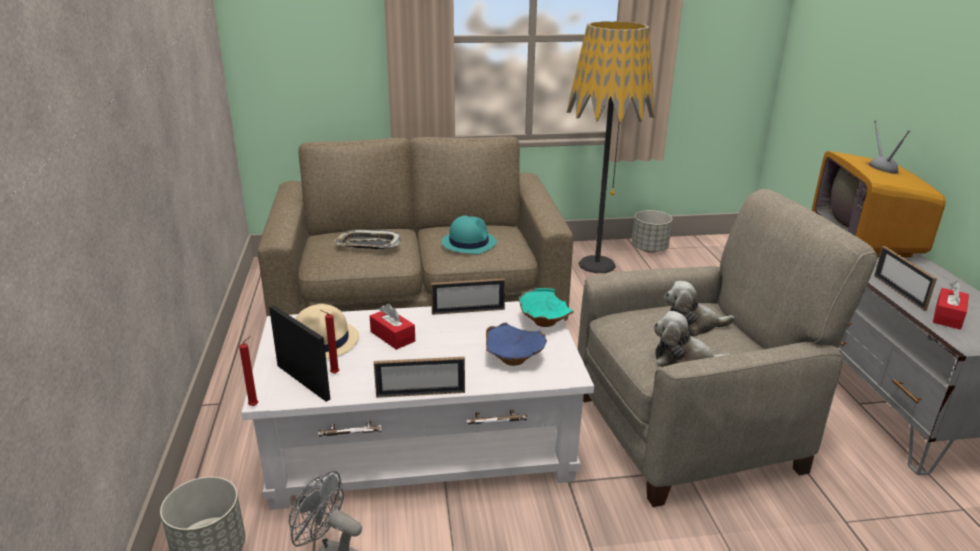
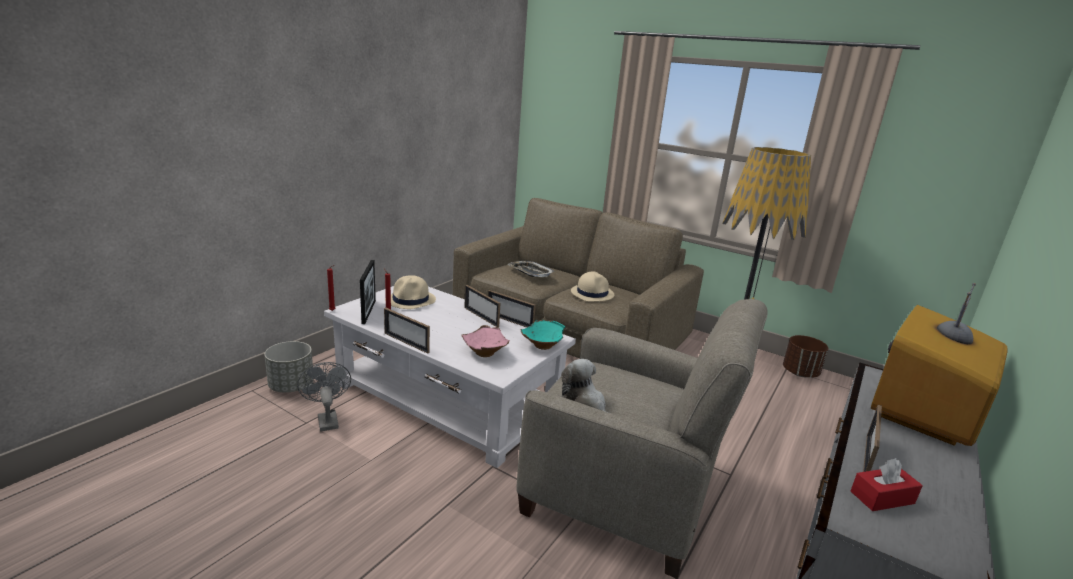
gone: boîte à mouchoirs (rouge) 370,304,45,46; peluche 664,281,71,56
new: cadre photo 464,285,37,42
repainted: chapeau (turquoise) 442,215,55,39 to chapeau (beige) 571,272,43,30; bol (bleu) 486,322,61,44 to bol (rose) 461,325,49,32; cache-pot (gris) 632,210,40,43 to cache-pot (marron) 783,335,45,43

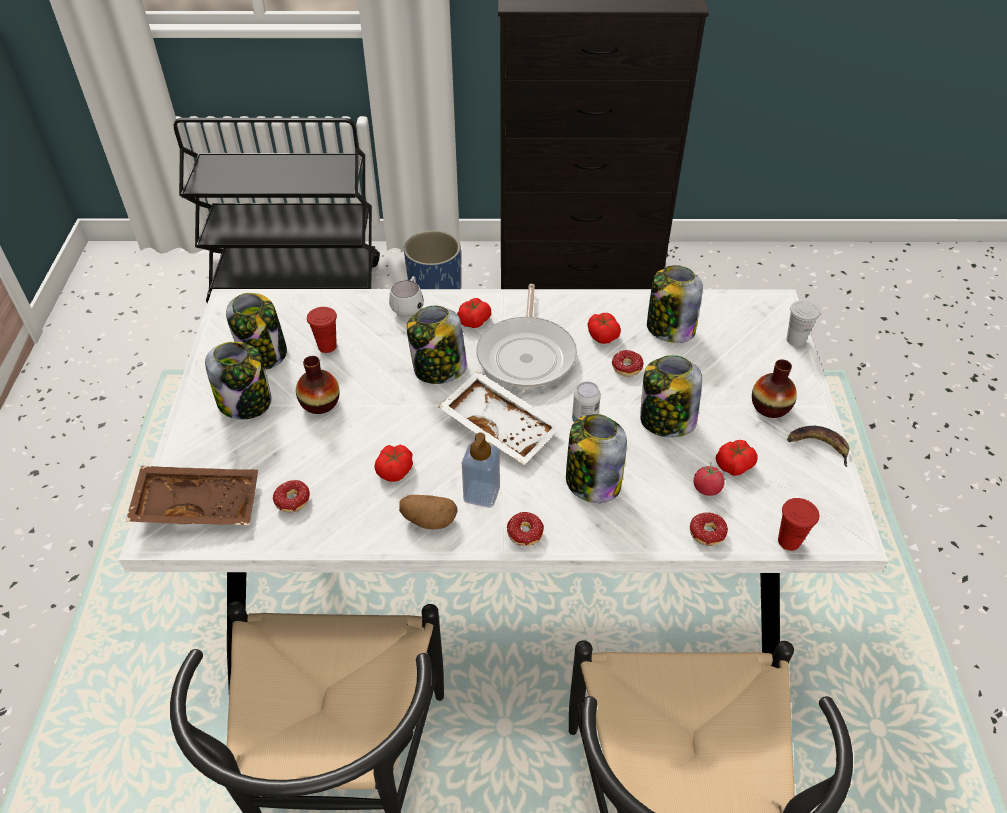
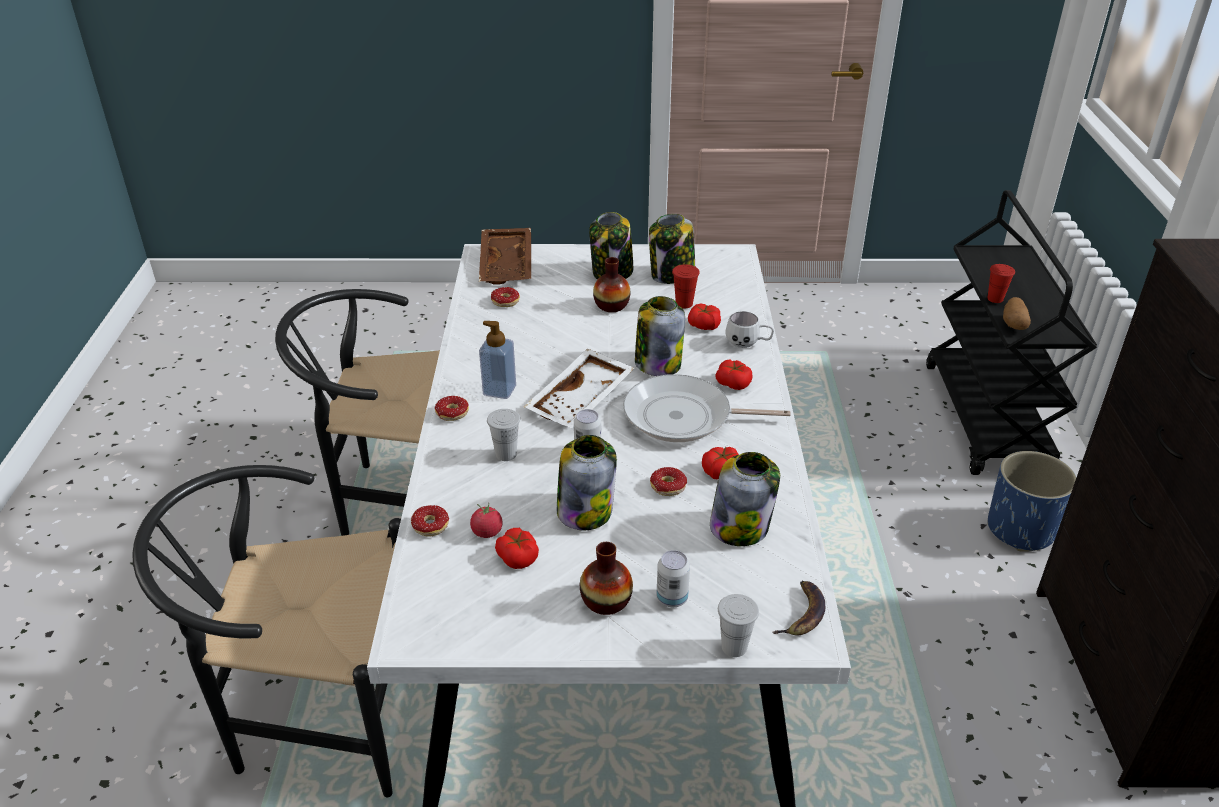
new: boîte métallique 656,550,34,57
shifted: tomate 374,445,39,37 to 688,304,33,26; pomme de terre 399,495,59,34 to 1003,297,28,33; tasse (rouge) 778,498,41,53 to 988,264,27,39; banane 787,426,63,41 to 772,581,53,54
swapped: bocal 566,414,61,89 to tasse (blanc) 487,409,33,52

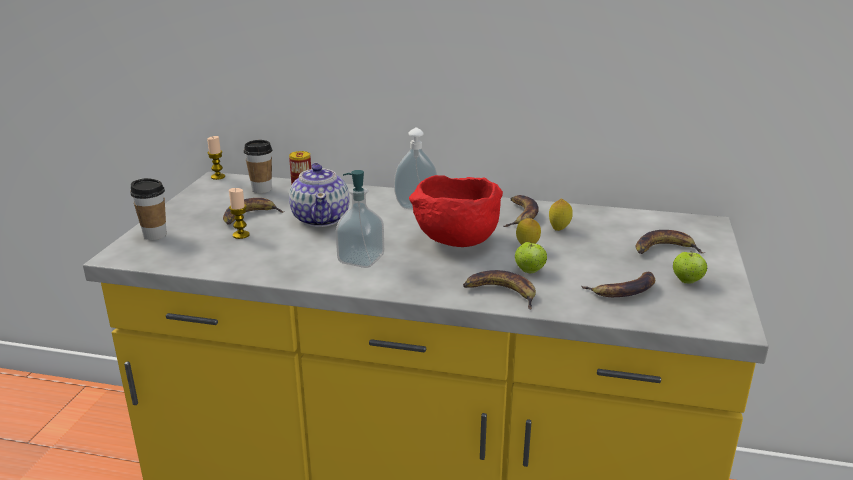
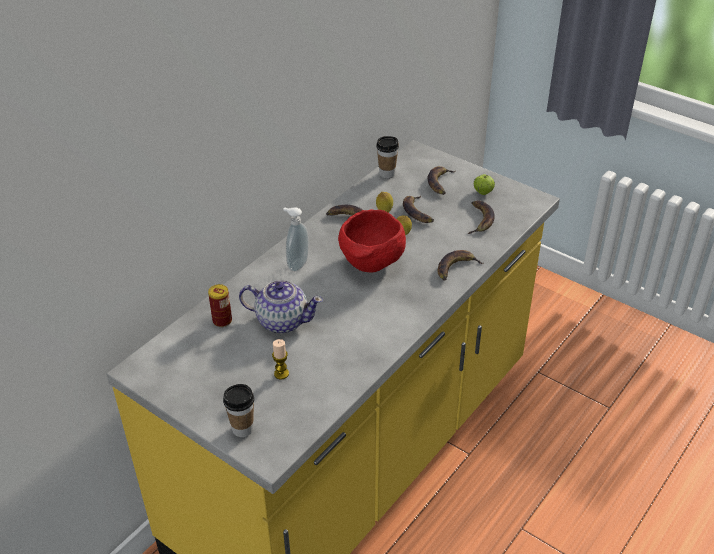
gone: bougie 207,136,18,44; distributeur de savon 335,170,49,98; pomme 515,241,32,32
shifted: banane 223,198,62,26 to 403,196,31,27; tasse 244,140,28,53 to 376,136,23,42

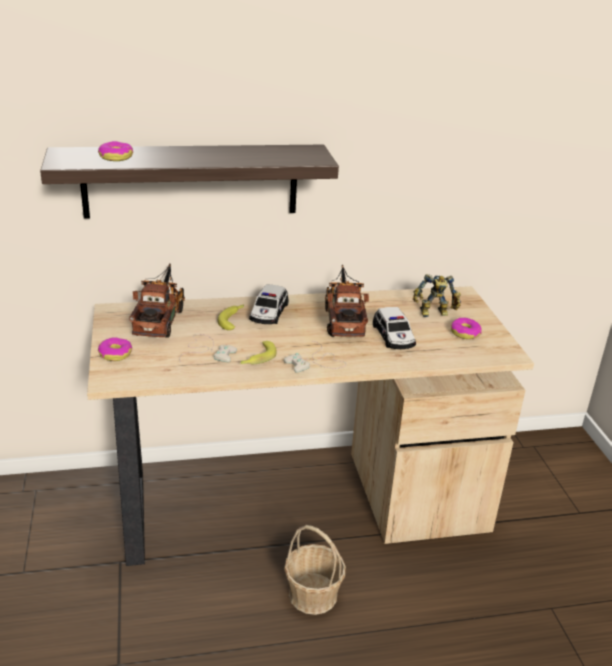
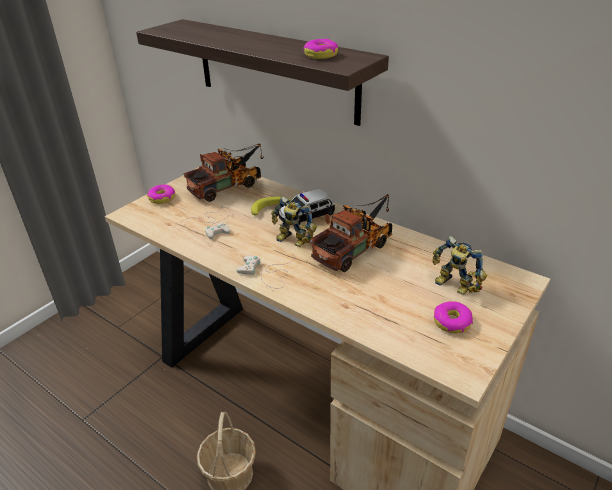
gone: banane 240,341,37,23; petite voiture 373,307,43,42
new: robot jouet 271,196,46,51
shifted: beignet 98,141,35,20 to 303,39,35,20

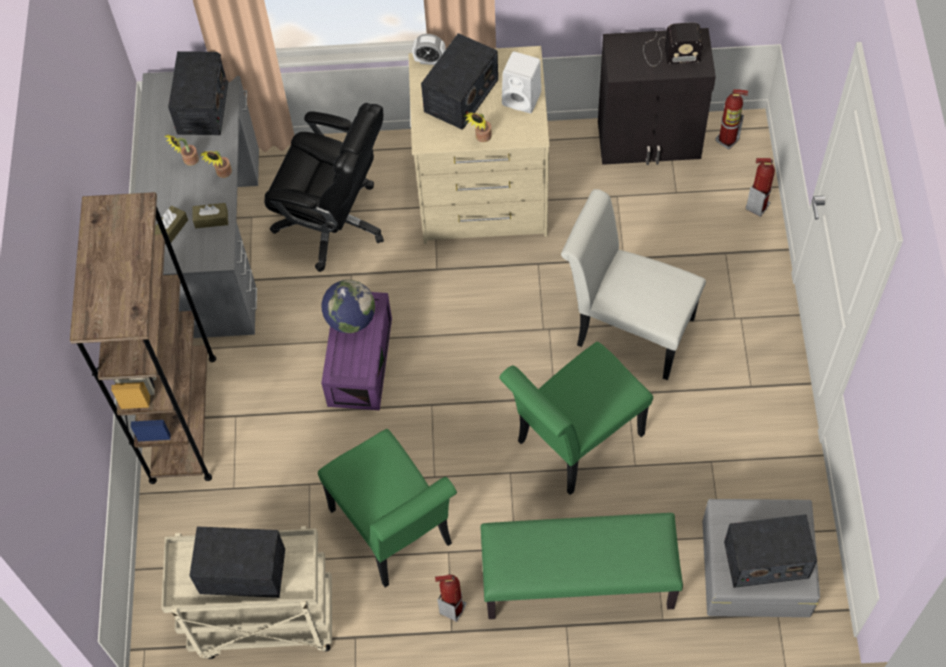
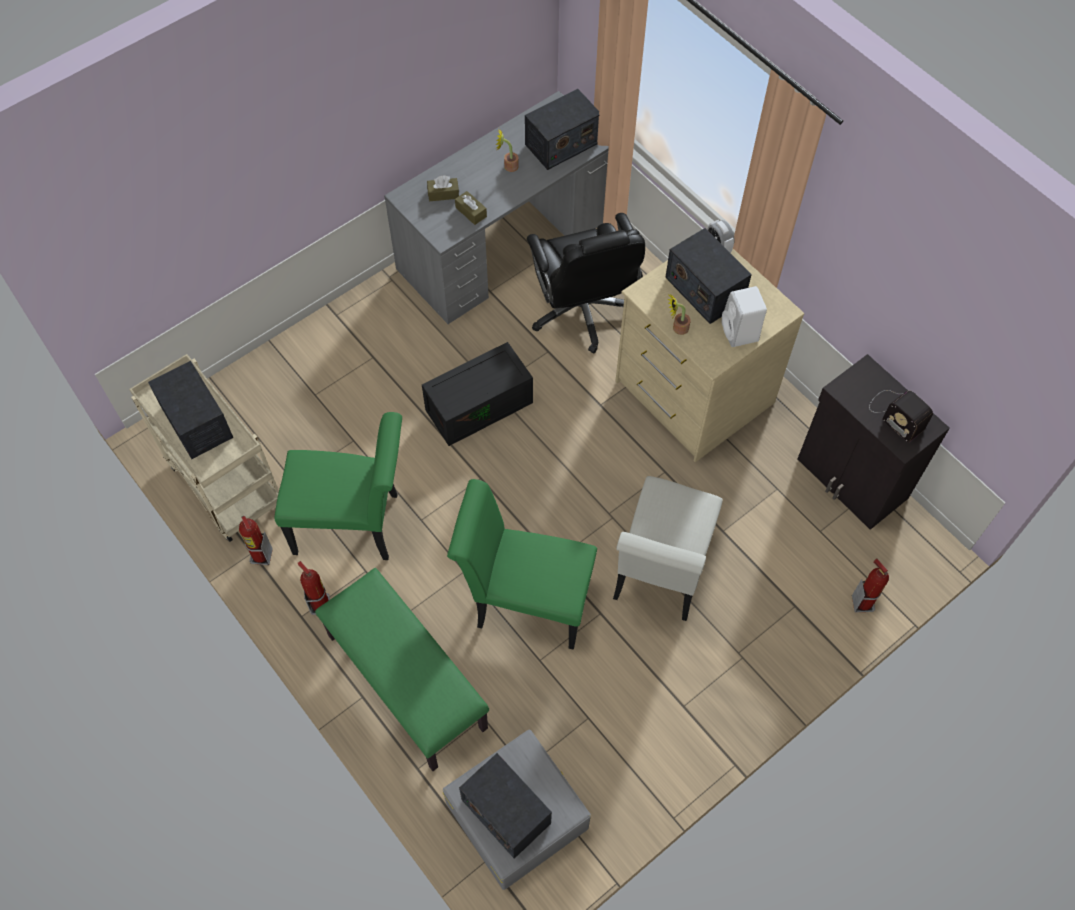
gone: bibliothèque (marron) 70,192,146,292; plante en pot 200,151,32,27; globe 322,280,53,53
shifted: extincteur 715,89,33,61 to 239,516,34,49
repainted: boîte de rangement (violet) 321,292,71,118 to boîte de rangement (noir) 422,342,111,104
rotated: chaise (vert) 318,429,139,159 = 274,412,128,148 105 degrees counterclockwise; radio 421,33,77,97 = 665,228,87,96 60 degrees clockwise; chaise (blanc) 561,189,145,191 = 613,476,110,145 150 degrees counterclockwise

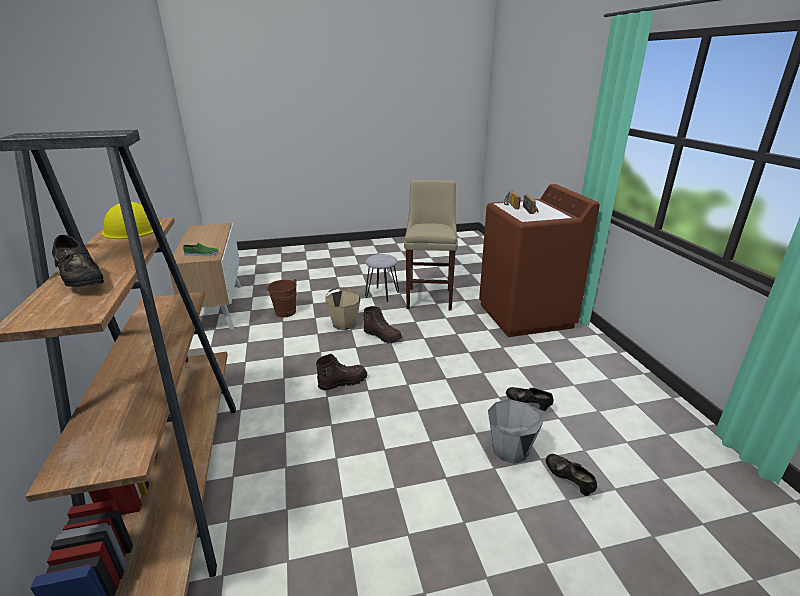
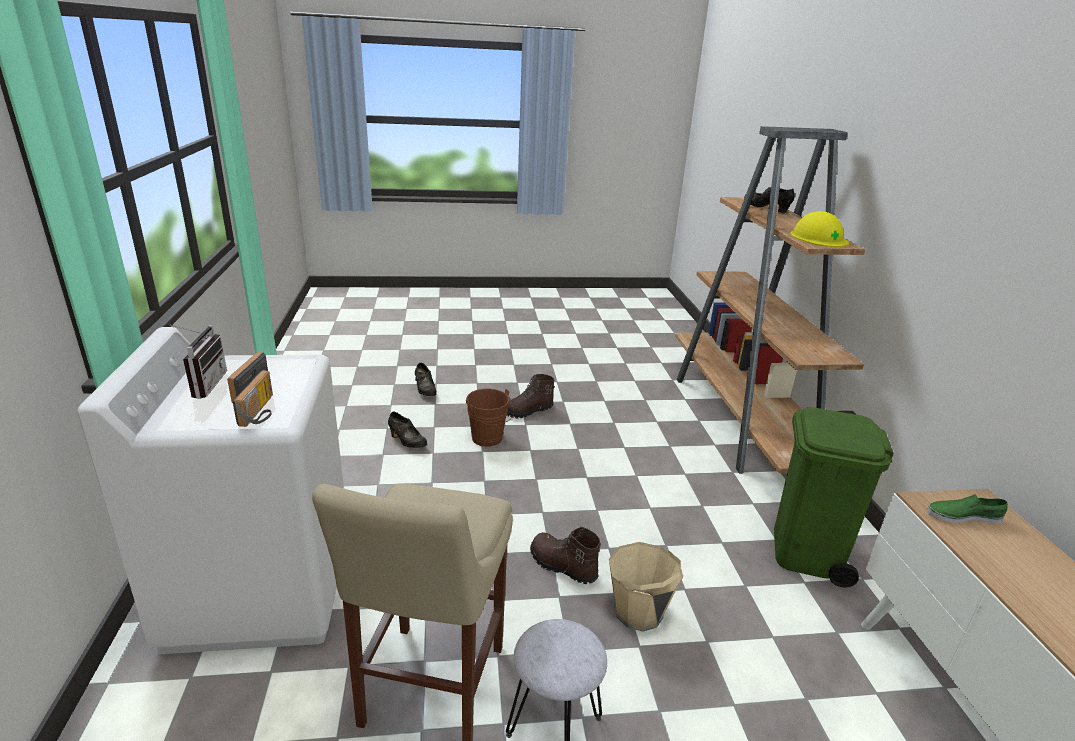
gone: seau (gris) 488,399,55,65
new: radio 170,325,57,74; poubelle (vert) 774,407,119,181
shifted: seau (marron) 266,278,31,39 to 466,388,48,59; botte (marron) 316,354,51,36 to 507,374,48,45
repainted: lave-linge (marron) 479,184,121,153 to lave-linge (blanc) 77,327,267,327

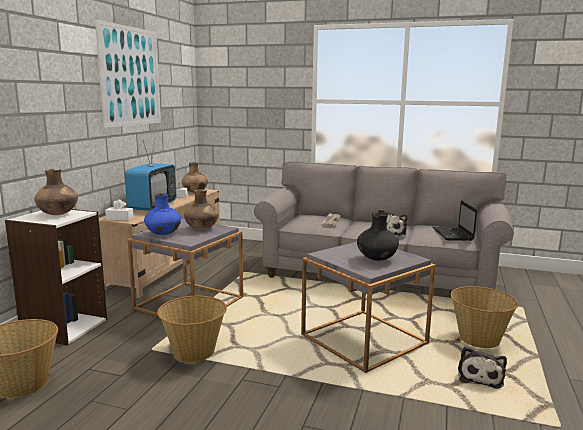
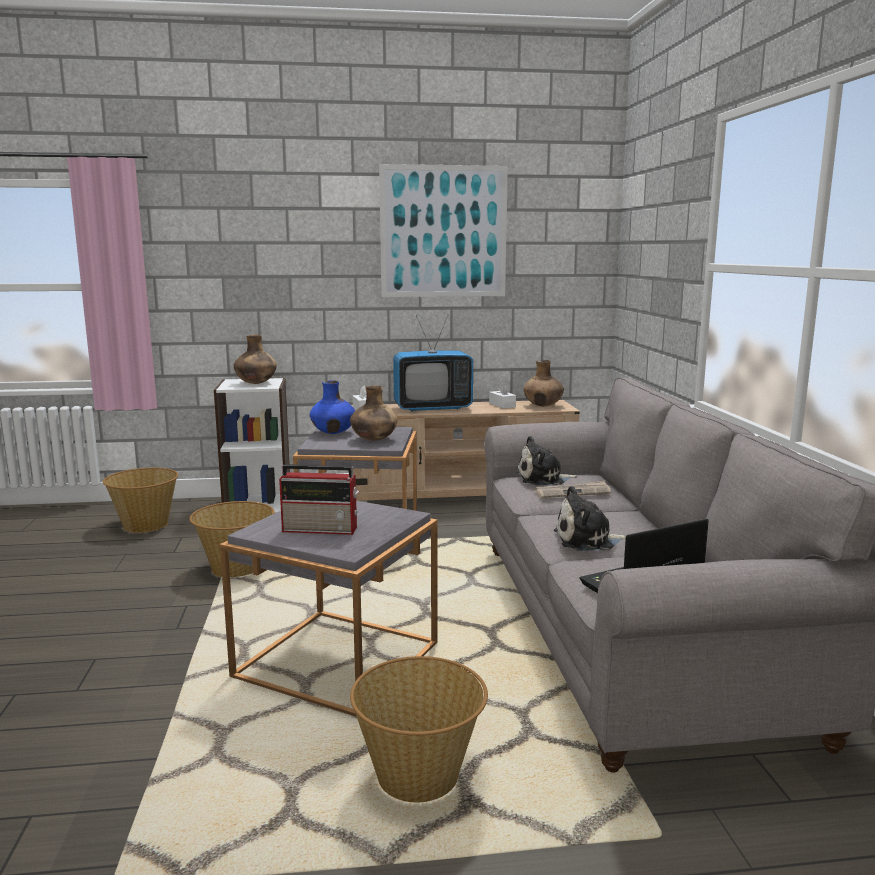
shifted: peluche 458,346,49,43 to 516,436,62,49
swapped: vase (noir) 357,212,42,49 to radio 279,464,80,71

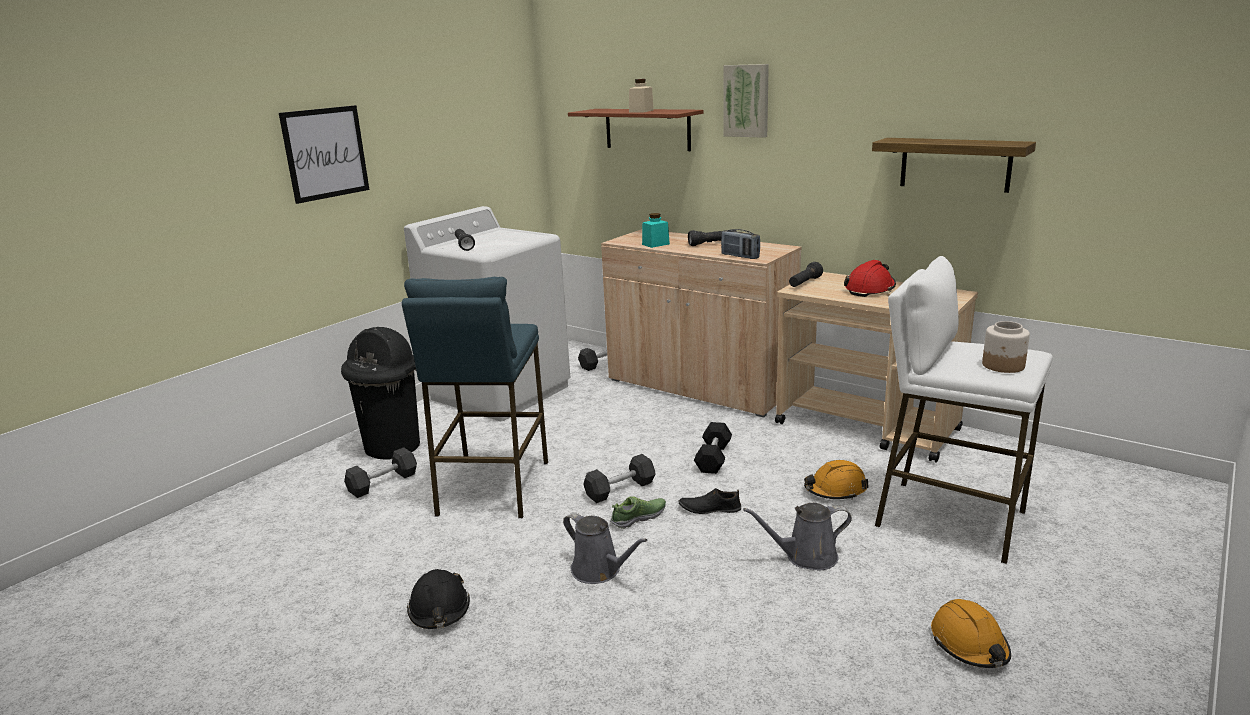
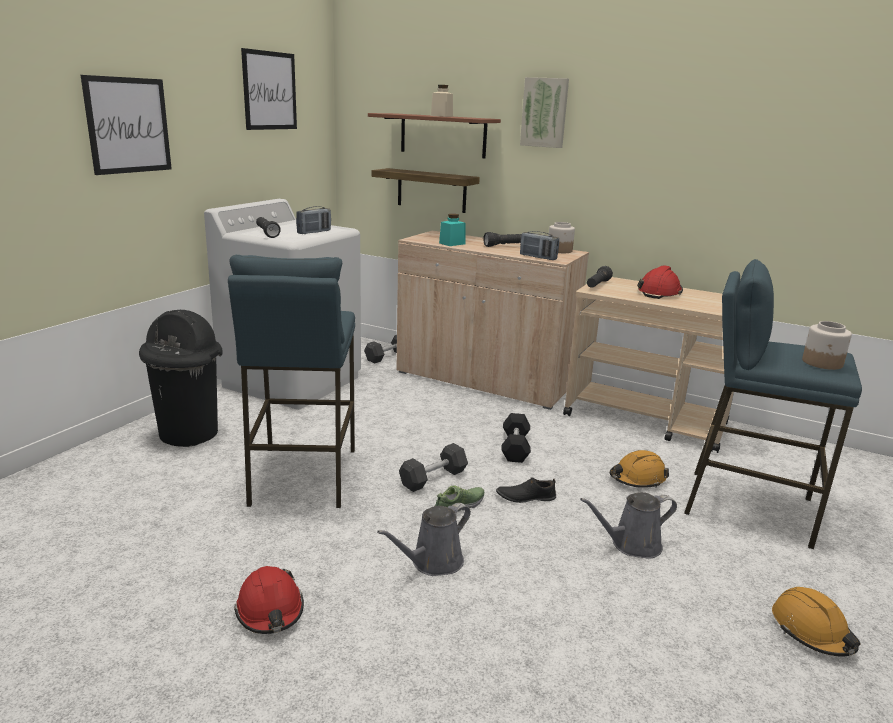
gone: haltère (gris) 344,447,73,51
new: tableau 241,48,56,82; radio 296,206,35,28; bocal 549,222,26,31
shifted: étagère 872,138,164,55 to 372,168,108,45
repainted: casque de chantier (noir) 407,569,63,60 to casque de chantier (rouge) 234,566,70,68; tabouret (blanc) 875,256,178,308 to tabouret (bleu) 684,259,178,290
rotated: arrosoir (gris) 563,512,85,72 = 377,503,94,73 105 degrees clockwise

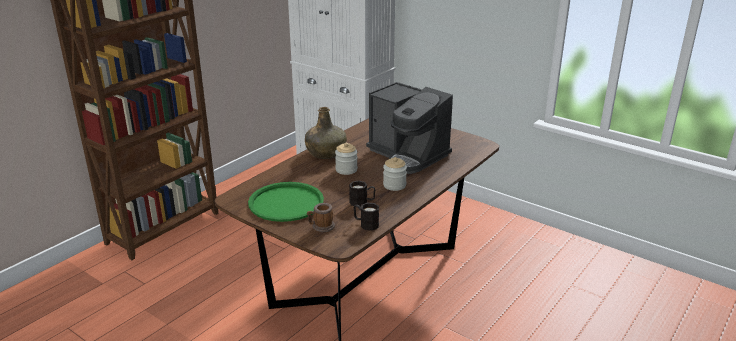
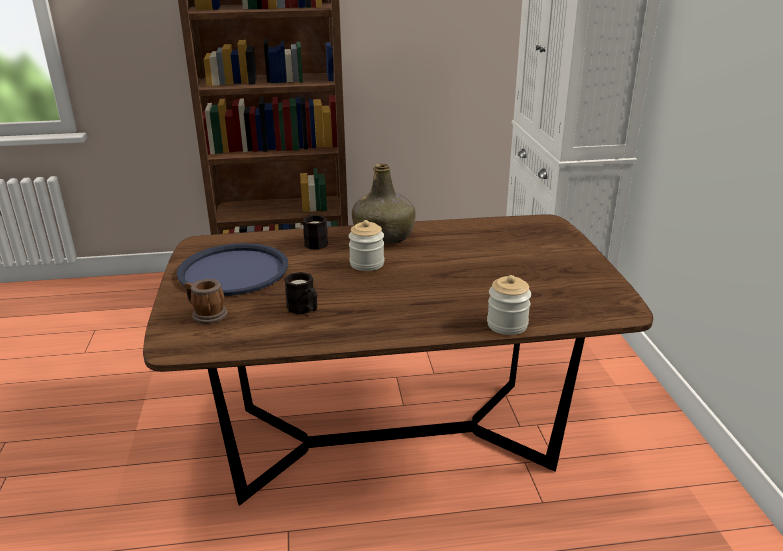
gone: machine à café 366,82,87,92
shifted: mug (noir) 354,203,25,28 to 303,214,25,36; bocal 383,157,24,34 to 487,275,44,60
repainted: plateau (vert) 248,182,76,40 to plateau (bleu) 177,243,111,53

